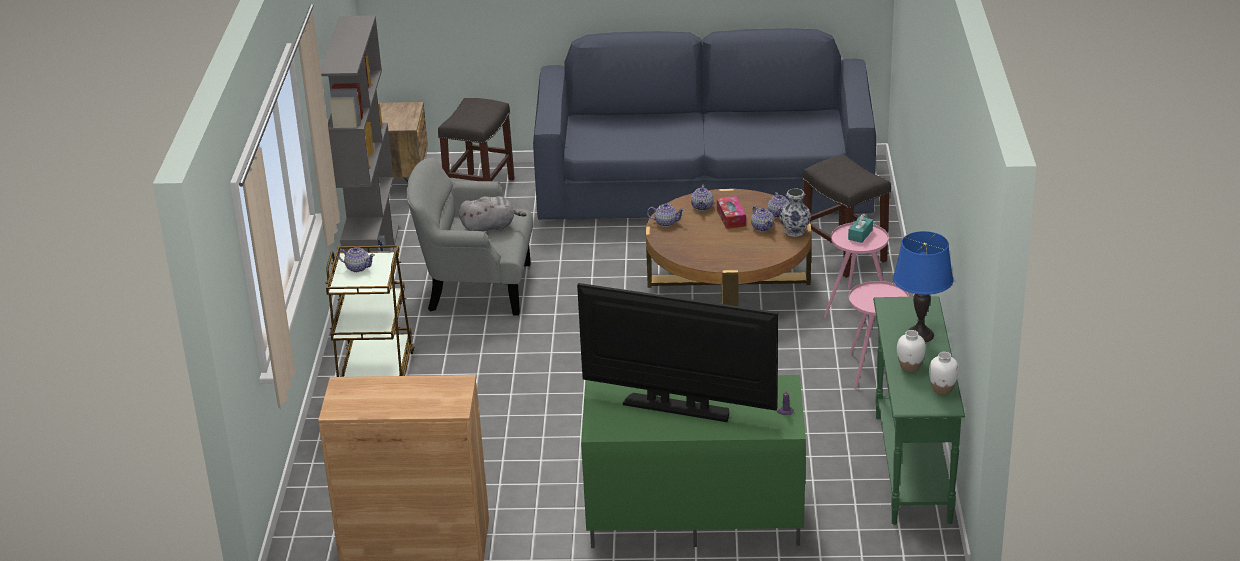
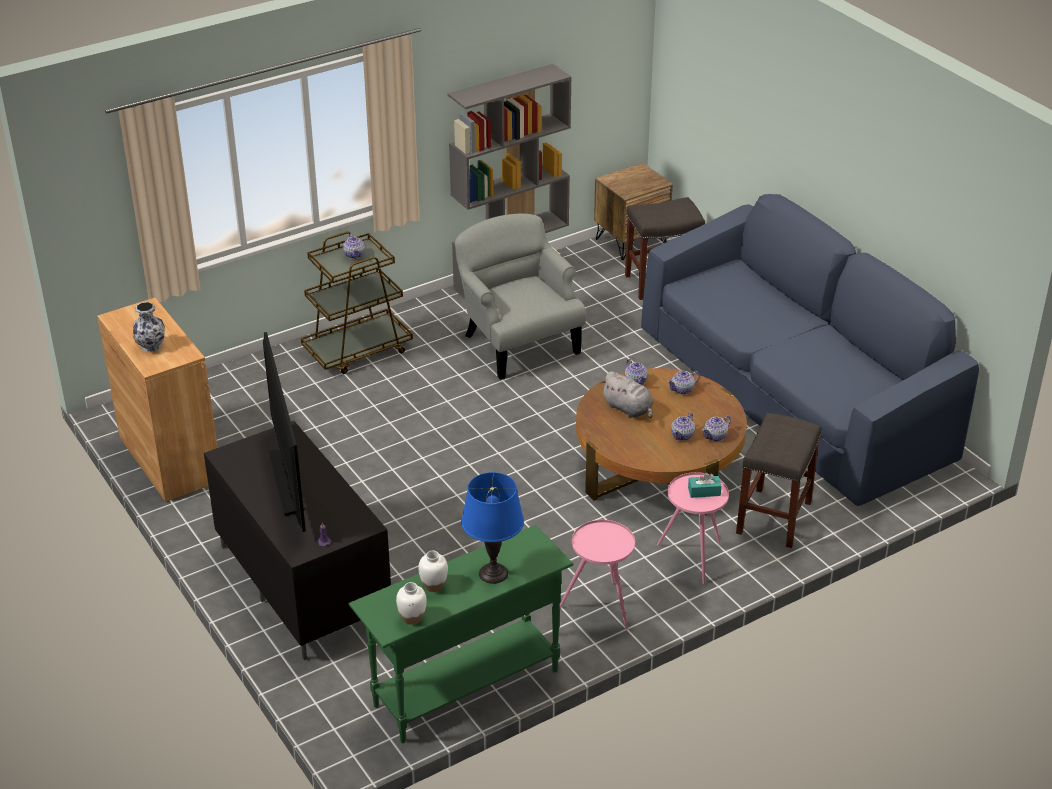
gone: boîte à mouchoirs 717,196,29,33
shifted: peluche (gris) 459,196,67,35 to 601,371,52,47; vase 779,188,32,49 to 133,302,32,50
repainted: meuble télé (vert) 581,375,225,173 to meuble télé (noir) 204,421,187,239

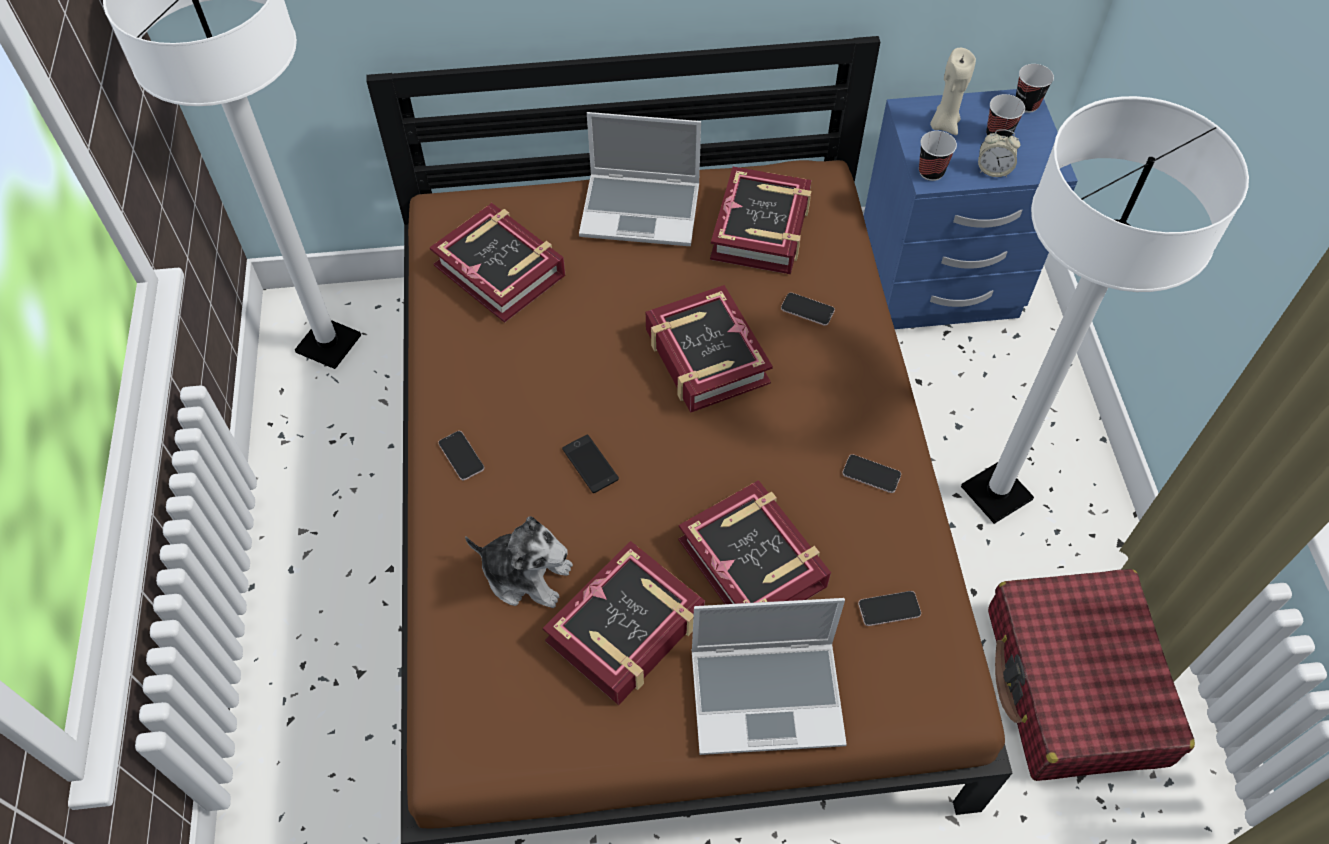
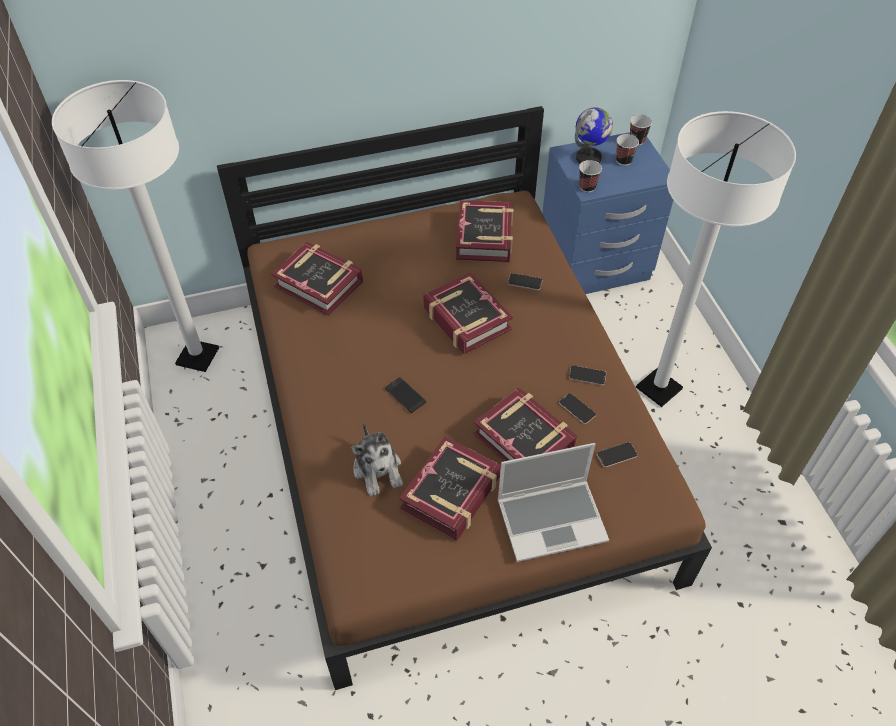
gone: ordinateur portable 579,112,122,134; réveil 978,129,42,48; valise (rouge) 988,569,207,212
shifted: téléphone 438,431,46,49 to 559,393,37,31
swapped: bougie (beige) 930,48,46,87 to globe 575,108,38,55
rotated: peluche 465,516,108,92 = 351,422,52,75 60 degrees clockwise

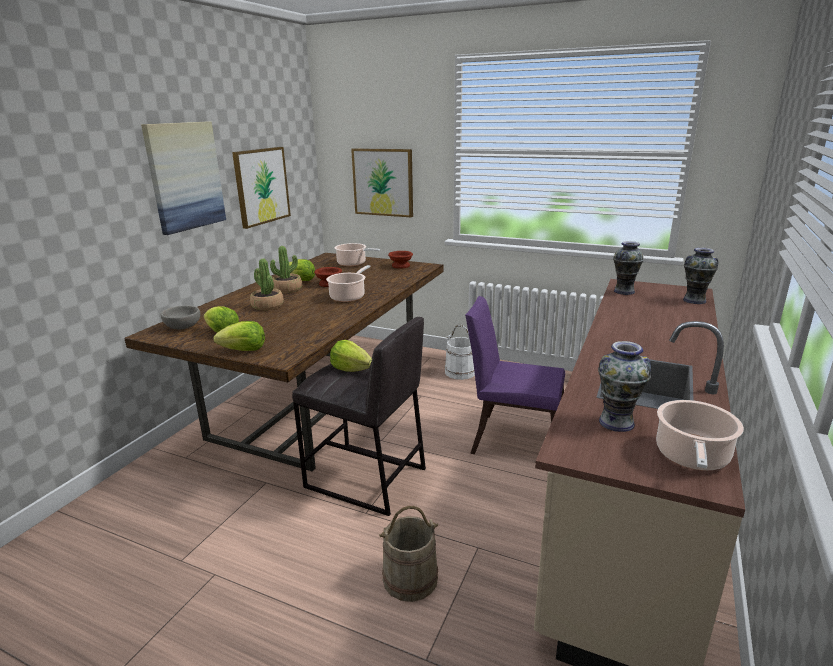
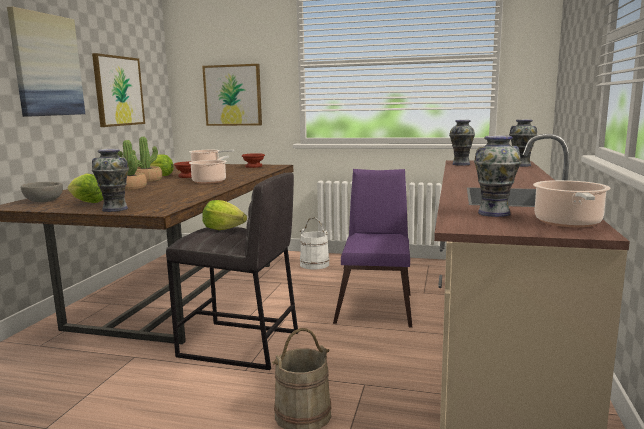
swapped: laitue 213,321,52,30 to vase 92,149,37,63
rotated: chaise (violet) 465,296,100,158 = 333,169,79,159 90 degrees clockwise

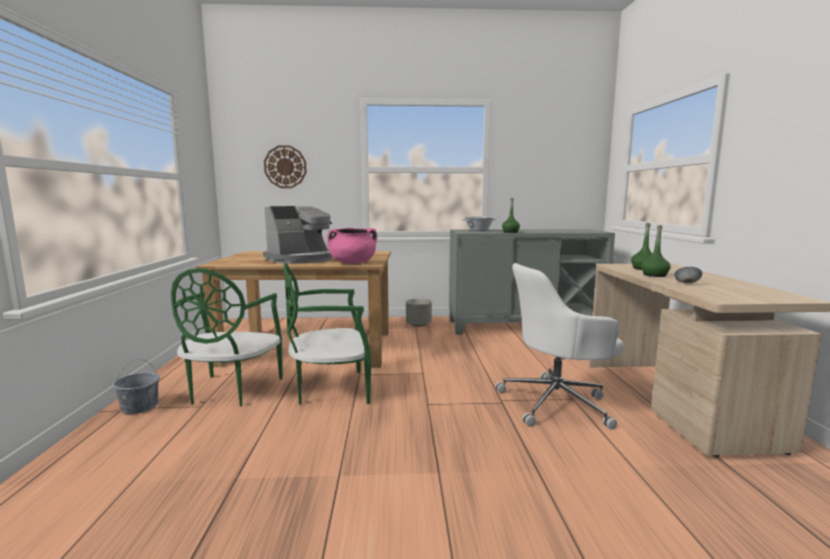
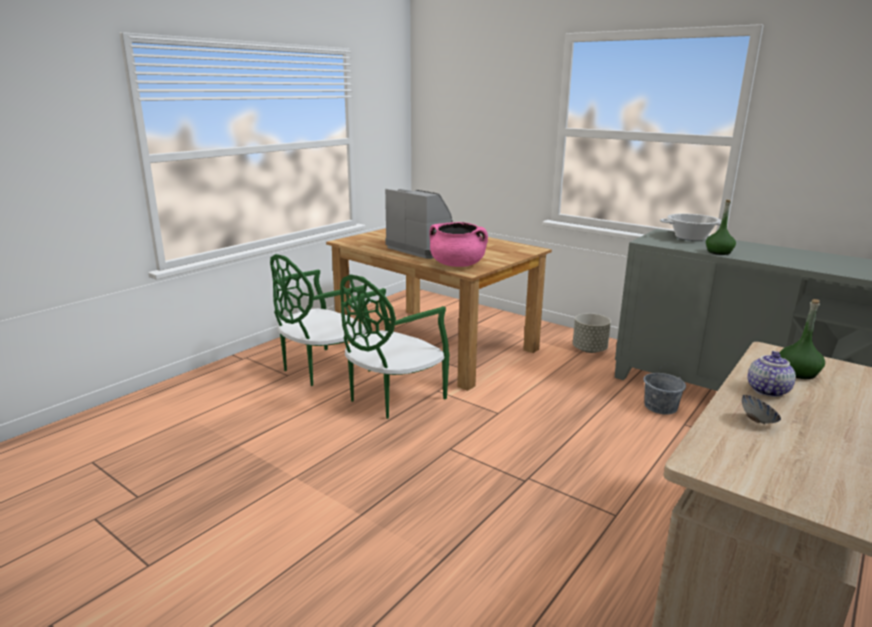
gone: horloge murale 264,145,43,43; chaise de bureau (blanc) 495,263,129,166
shifted: seau (gris) 113,359,47,55 to 643,363,43,52
swapped: bouteille (vert) 641,225,30,52 to théière 748,351,48,46
rotated: machine à café 263,206,69,58 = 385,189,68,70 135 degrees counterclockwise; chaise (vert) 284,263,87,141 = 340,275,110,144 75 degrees counterclockwise

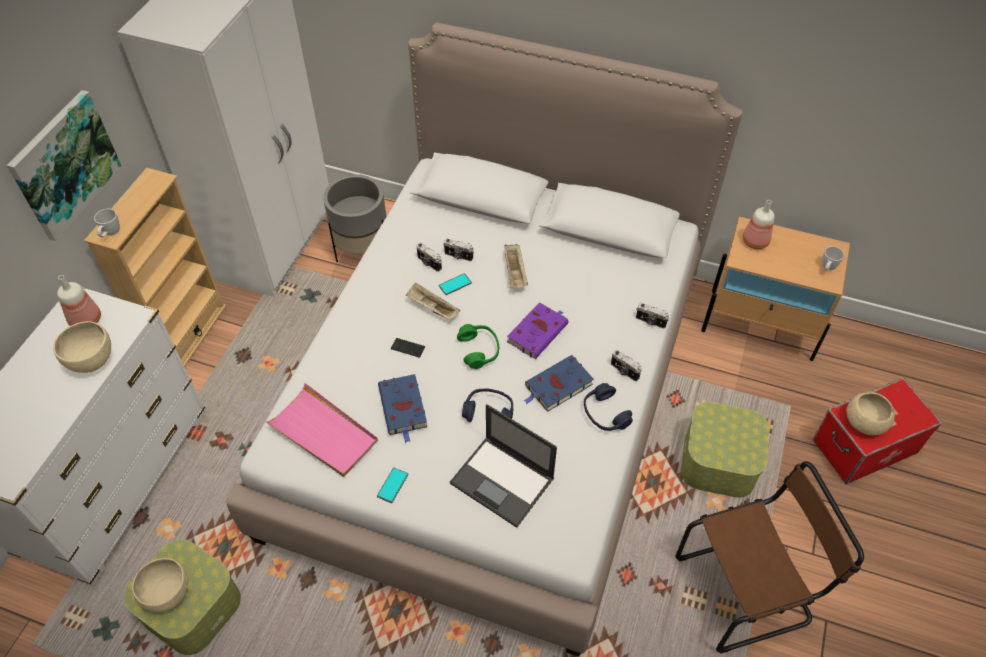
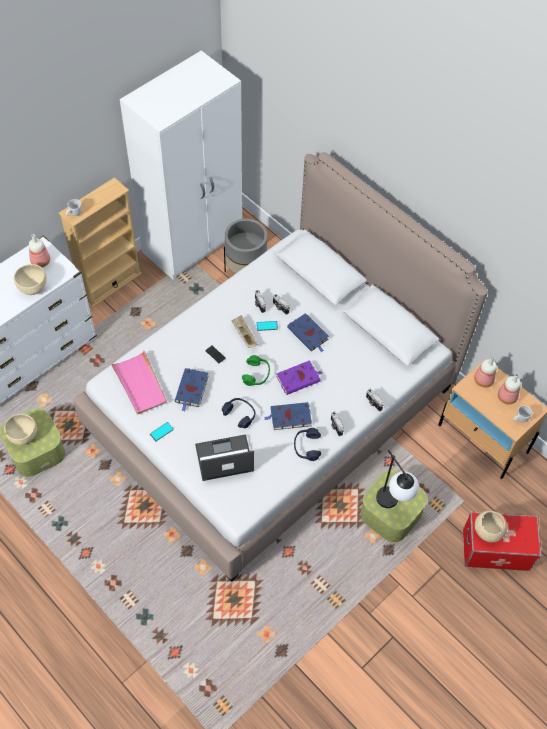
gone: tableau 7,90,115,151; chaise (marron) 675,461,189,193
new: lampe de table 376,450,43,58; bouteille 498,374,23,30
swapped: plateau (beige) 504,244,24,45 to livre (bleu) 287,313,42,39
rotated: ordinateur portable 450,404,107,124 = 195,434,59,47 105 degrees clockwise

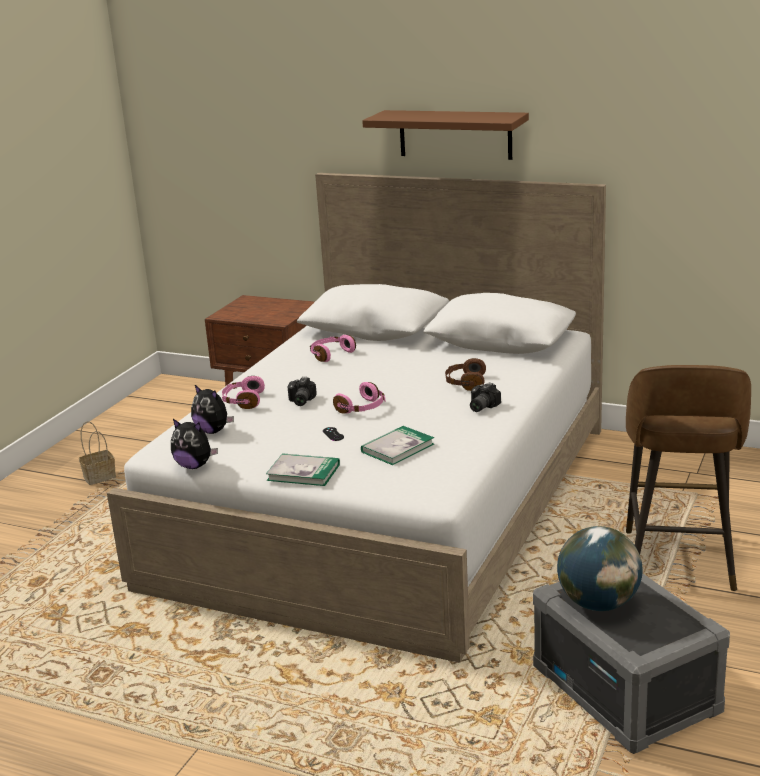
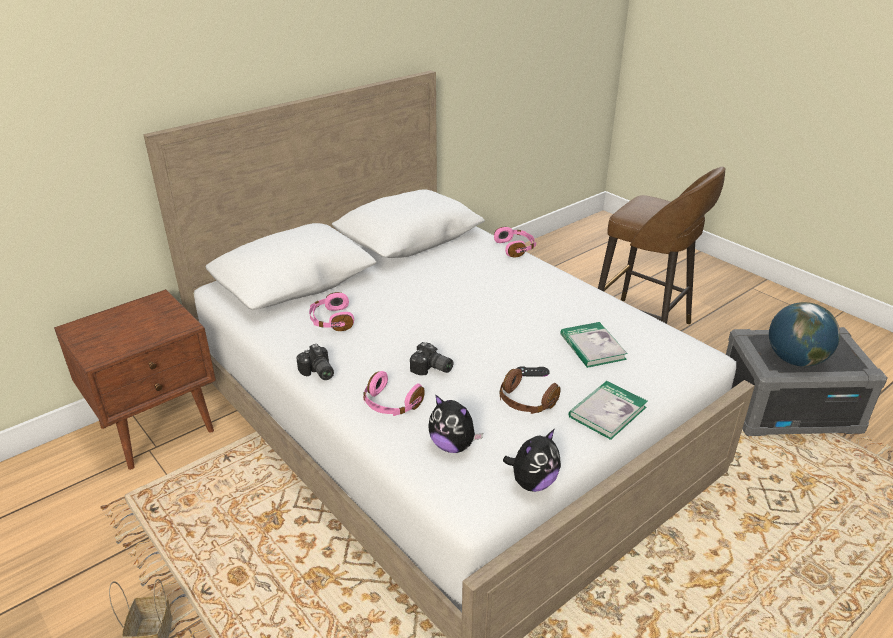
gone: étagère (marron) 362,110,167,50
shifted: casque audio (rose) 333,382,52,32 to 494,227,42,31; casque audio (marron) 445,358,41,33 to 500,369,60,45; appareil photo 470,383,31,29 to 296,344,38,36
rotated: peluche 191,385,43,49 = 428,394,55,59 60 degrees clockwise

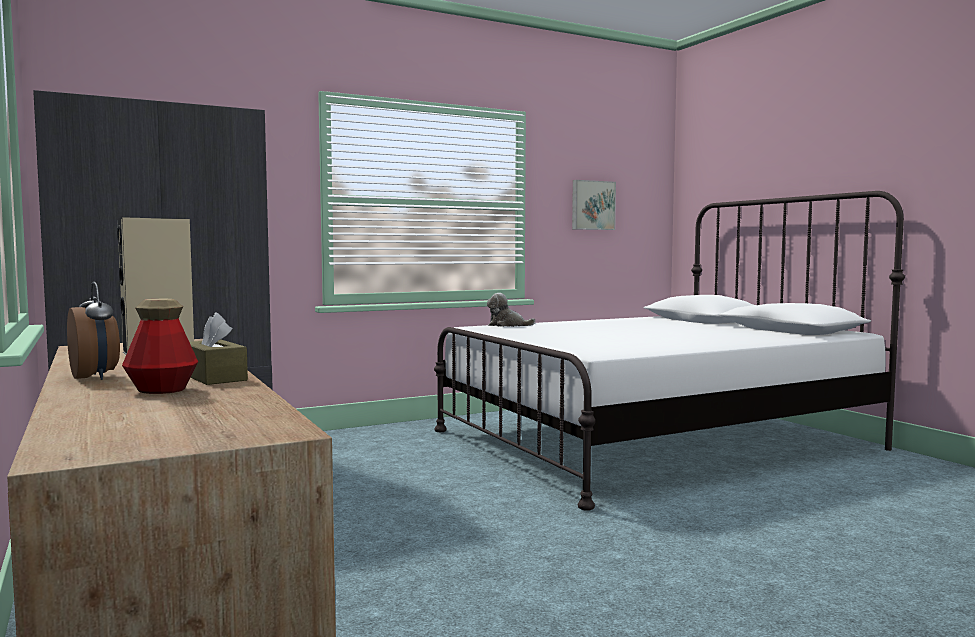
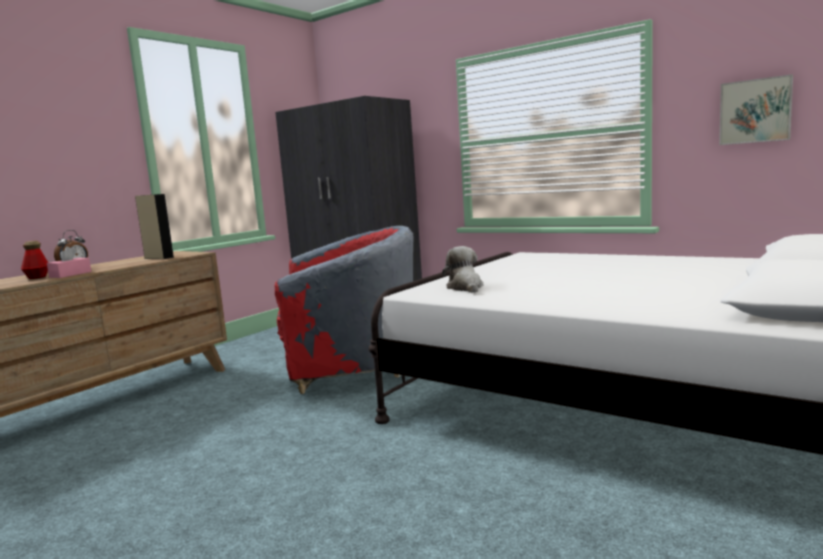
new: fauteuil (rouge) 274,226,140,168
shifted: peluche 487,293,48,34 to 442,246,42,47
repainted: boîte à mouchoirs (marron) 190,312,58,73 to boîte à mouchoirs (rose) 47,246,45,32

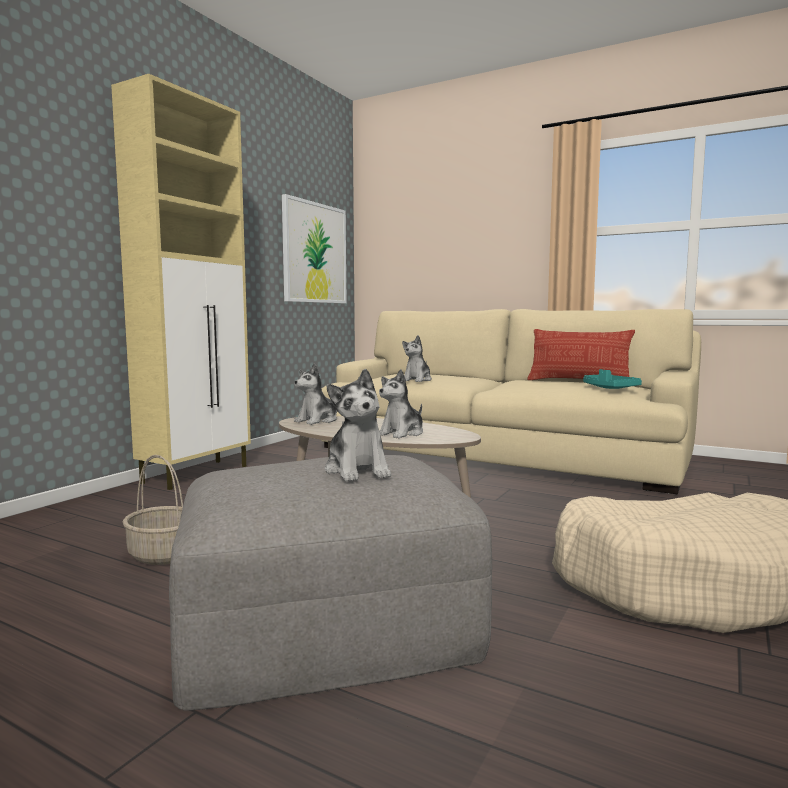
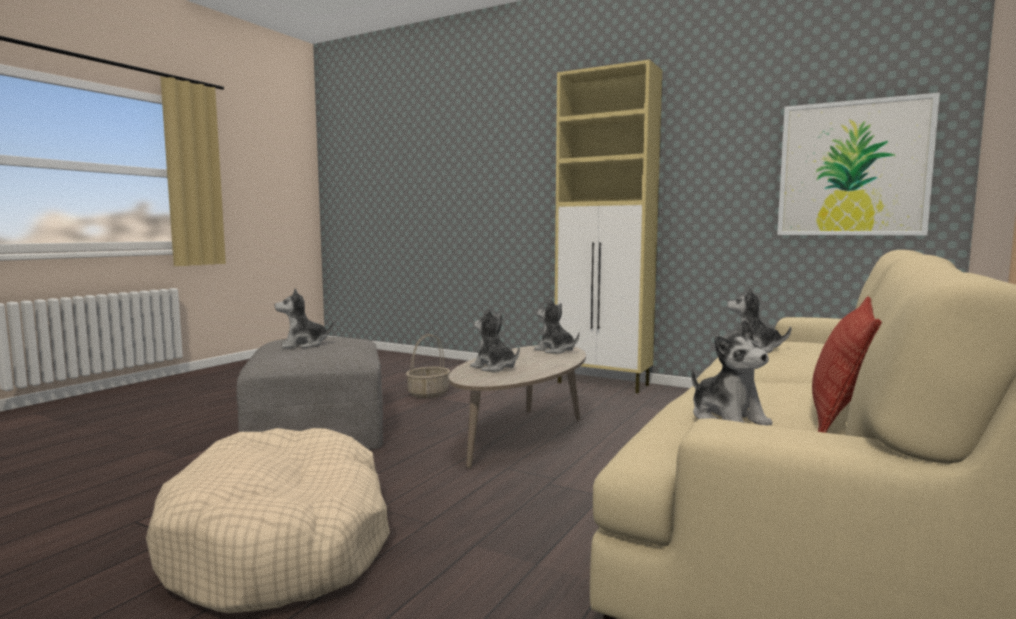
swapped: plateau (turquoise) 583,369,59,20 to peluche 691,320,81,106

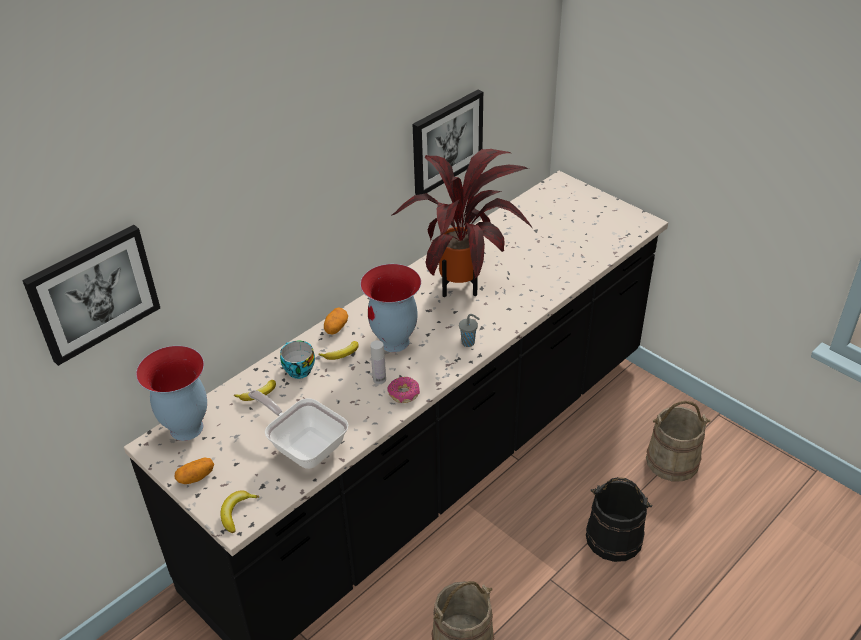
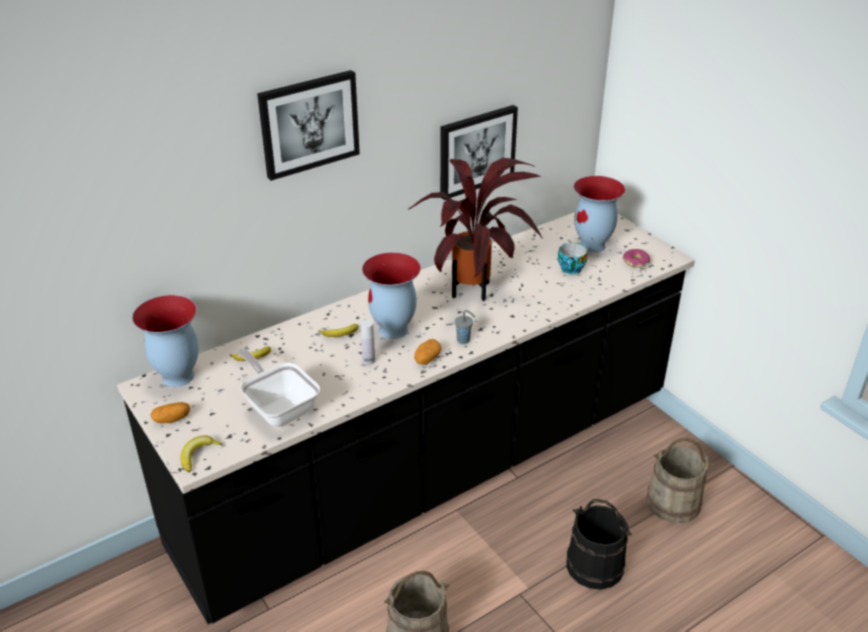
new: vase 574,176,51,77
shifted: tableau 22,225,138,141 to 257,70,103,111; tasse 280,341,35,38 to 558,242,30,32; pomme de terre 324,307,24,28 to 414,339,28,26; beignet 387,377,33,26 to 623,249,27,19

